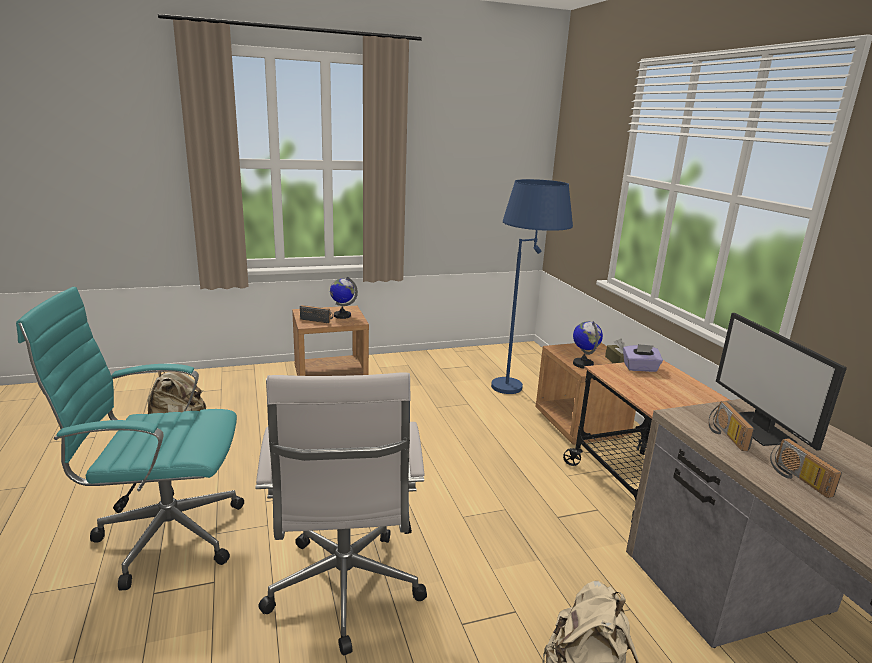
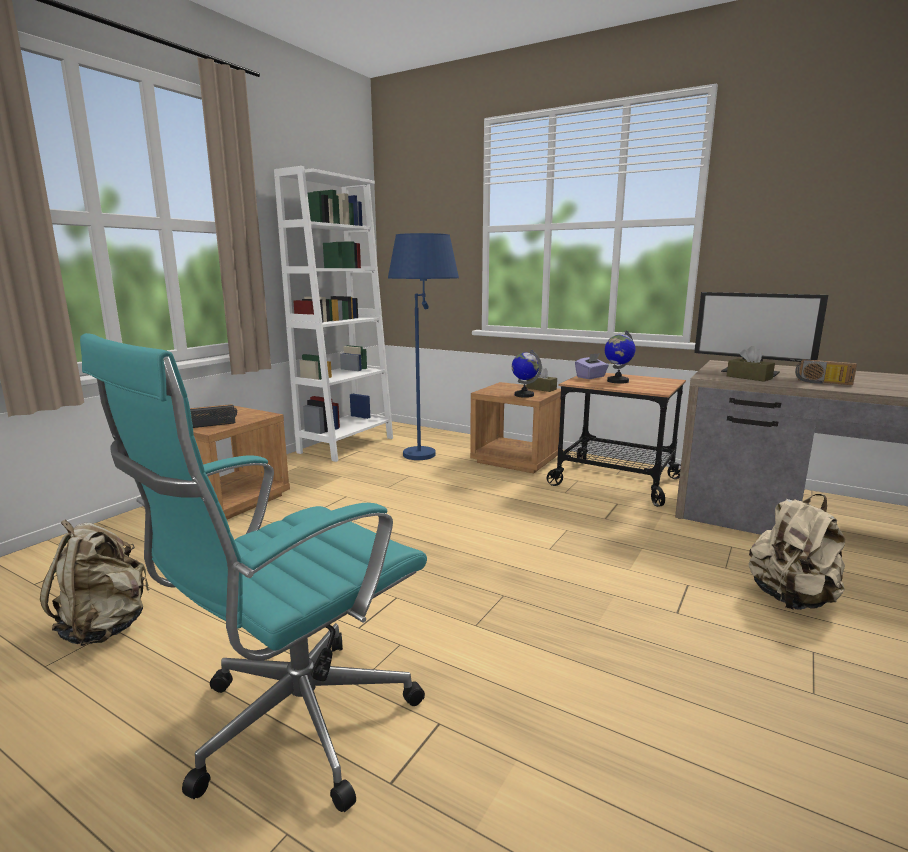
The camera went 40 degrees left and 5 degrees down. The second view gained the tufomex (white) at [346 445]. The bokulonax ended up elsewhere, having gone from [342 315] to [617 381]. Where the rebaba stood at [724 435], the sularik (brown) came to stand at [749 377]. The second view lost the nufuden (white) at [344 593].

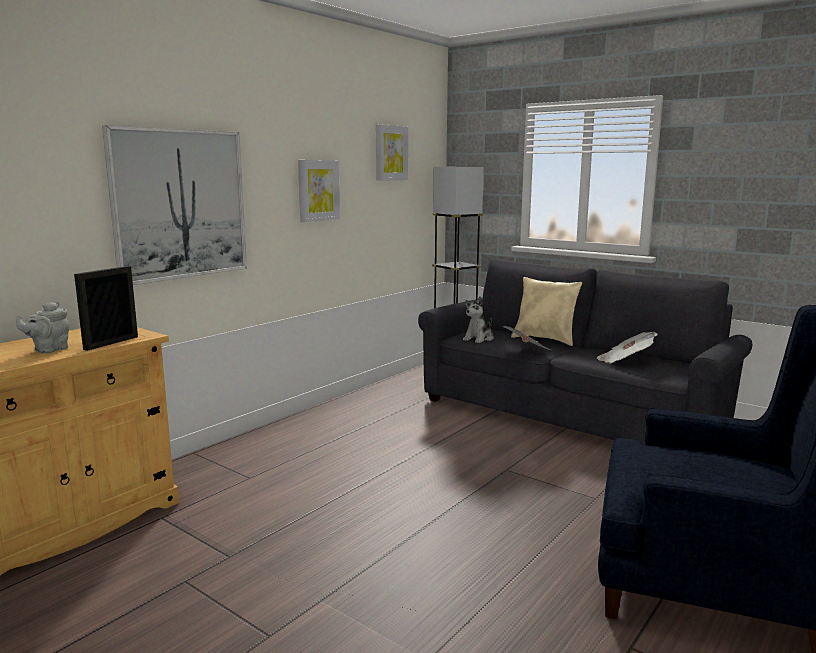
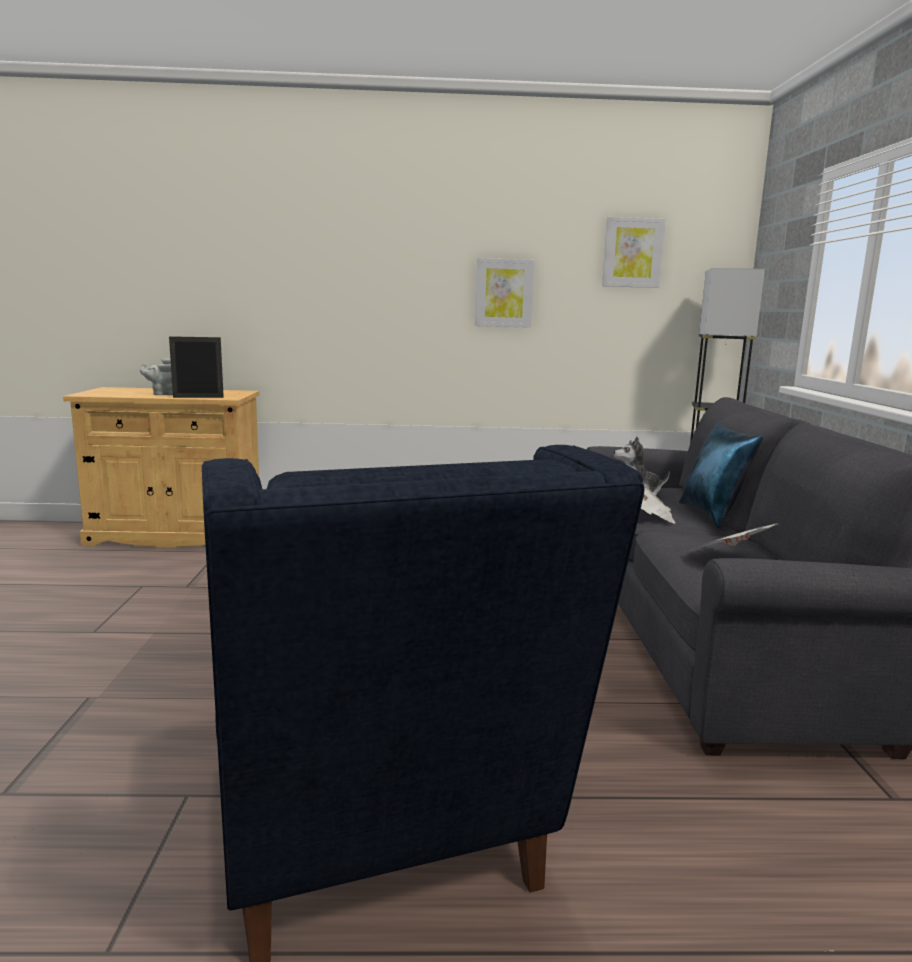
The camera went 50 degrees right and 0 degrees up. What was the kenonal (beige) at [545 339] turned into the kenonal (blue) at [713 515]. The second view lost the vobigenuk at [180 204].

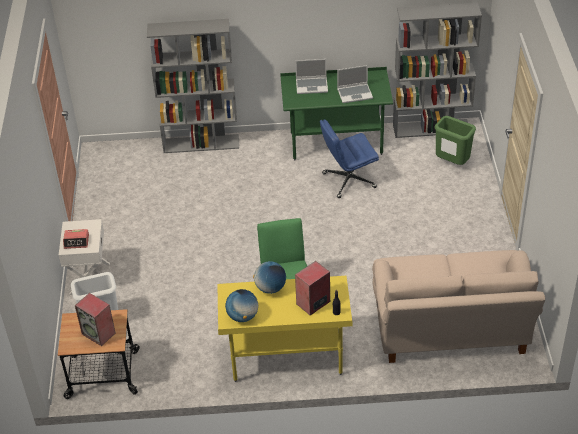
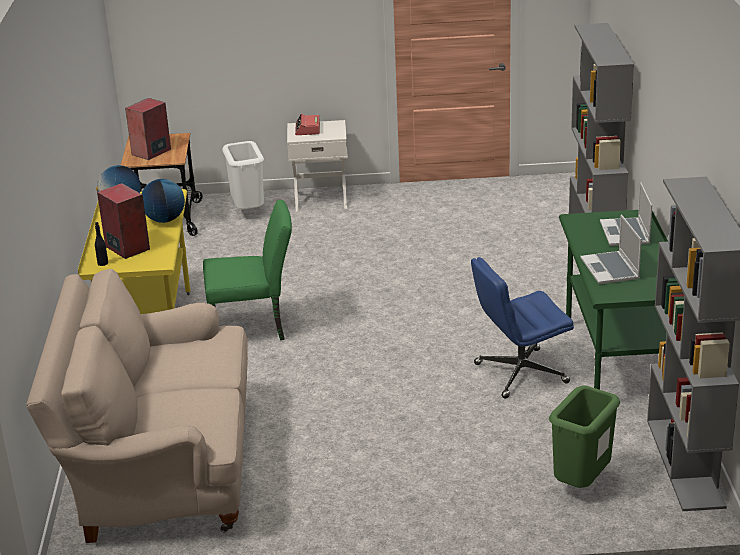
The camera went 90 degrees right and 15 degrees down. The nufuden (blue) at [348 181] ended up facing another way, 90 degrees counterclockwise from before.

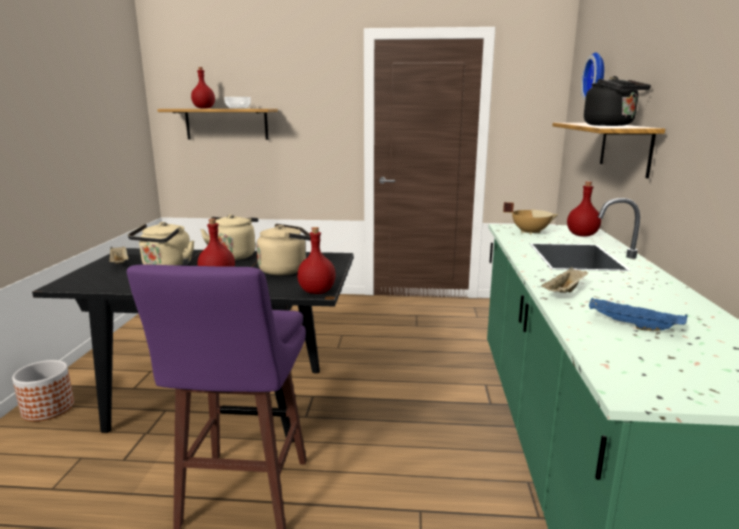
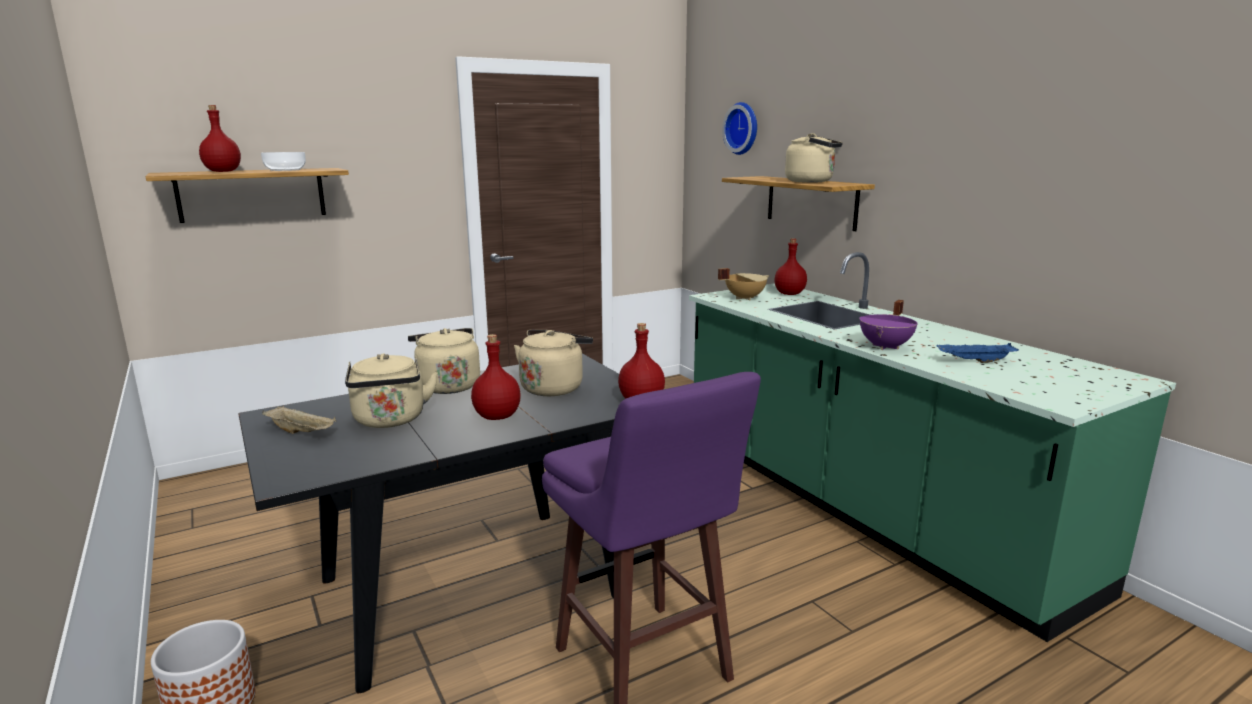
The camera went 35 degrees left and 0 degrees up. What was the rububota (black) at [611 125] turned into the rububota (beige) at [812 181]. Where the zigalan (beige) stood at [564 292], the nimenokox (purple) came to stand at [886 347].

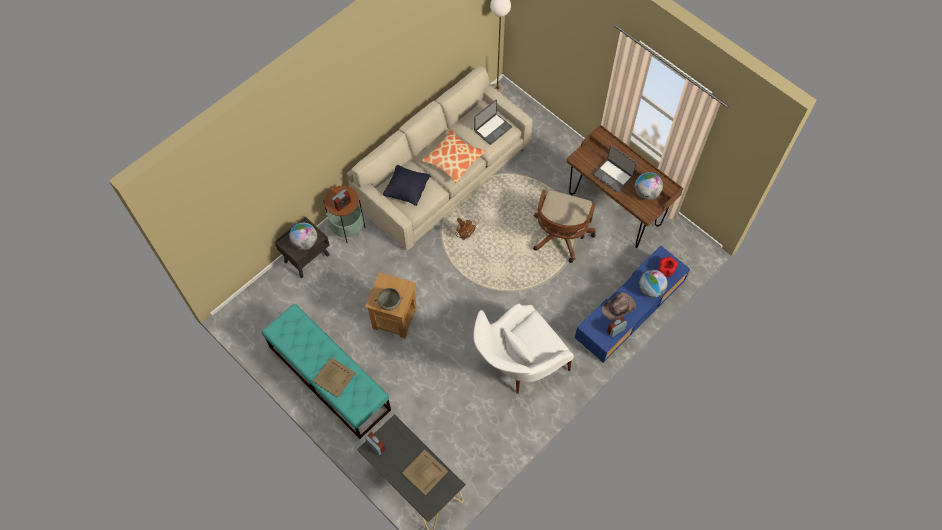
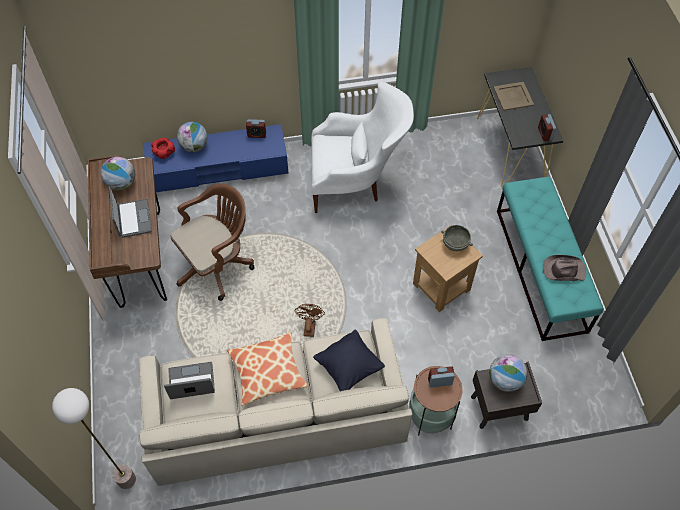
The camera went 145 degrees left and 5 degrees down. The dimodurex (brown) ended up elsewhere, having gone from [619 307] to [563 270]. The second view lost the zigalan (beige) at [334 377].

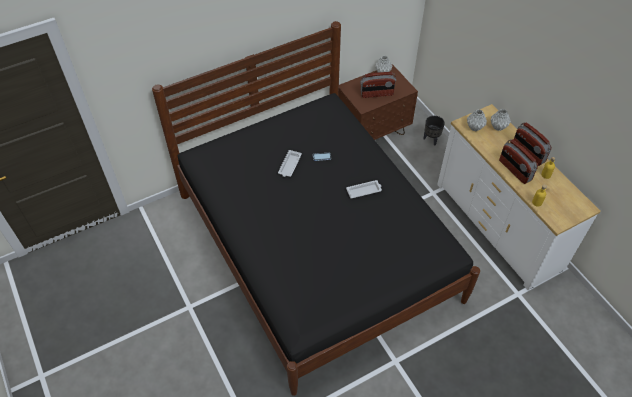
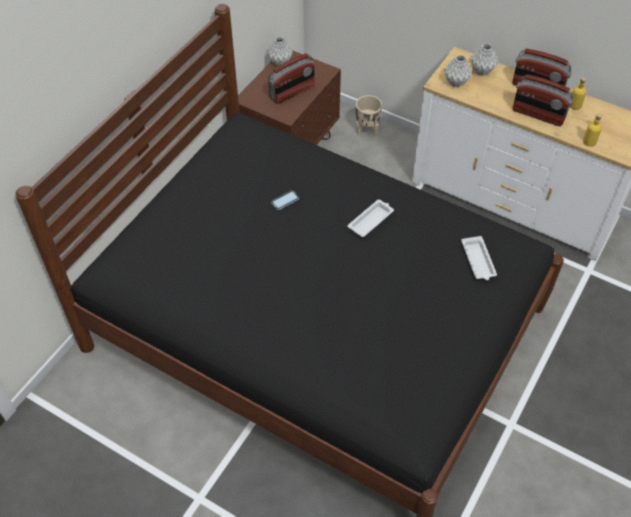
The camera went 30 degrees left and 0 degrees up. What was the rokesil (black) at [431 139] turned into the rokesil (beige) at [367 130]. The zigalan (white) ended up elsewhere, having gone from [289 165] to [478 261].

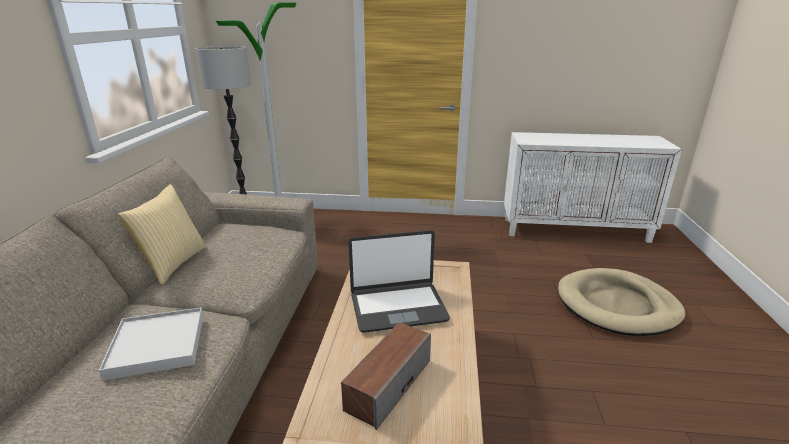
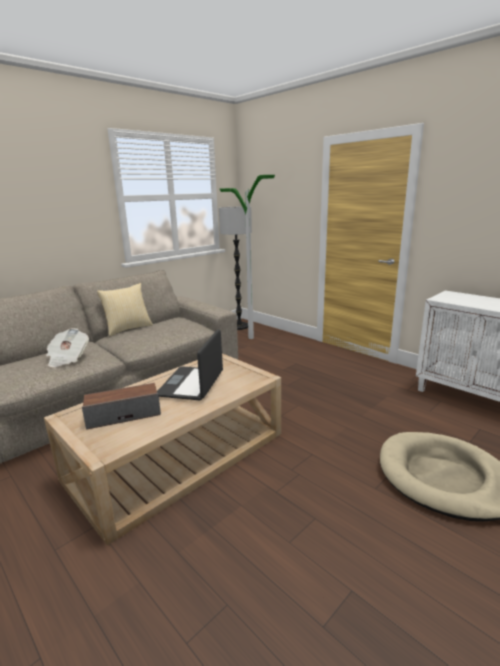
The camera went 40 degrees right and 5 degrees down. Where the zigalan (white) stood at [158 345], the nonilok came to stand at [68 358]. The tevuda at [398 307] ended up facing another way, 75 degrees clockwise from before.

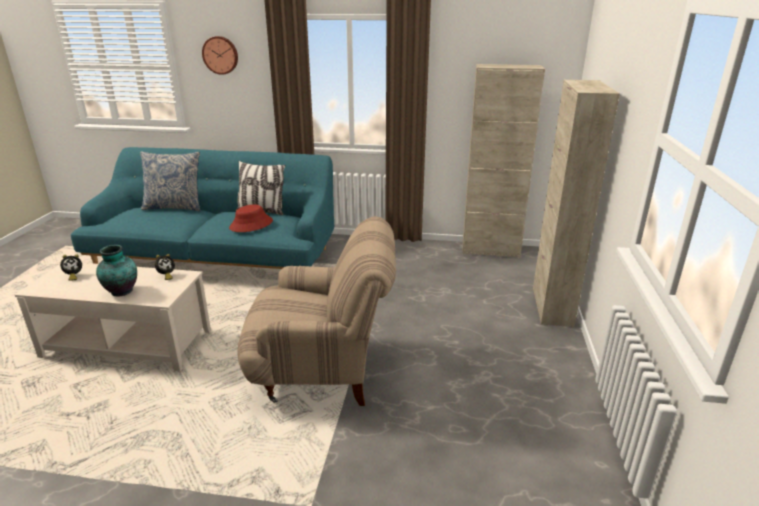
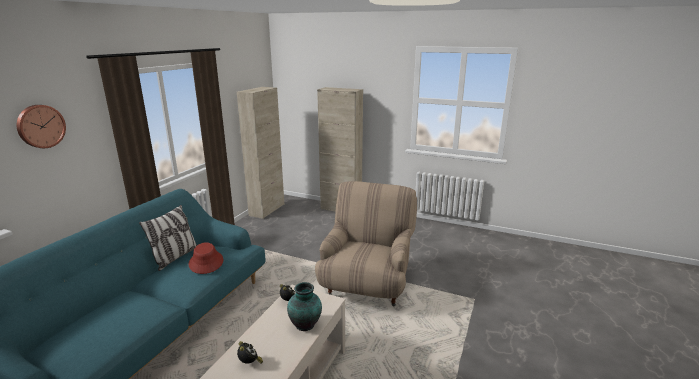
The camera went 75 degrees left and 5 degrees down. The second view lost the kenonal at [175 207].

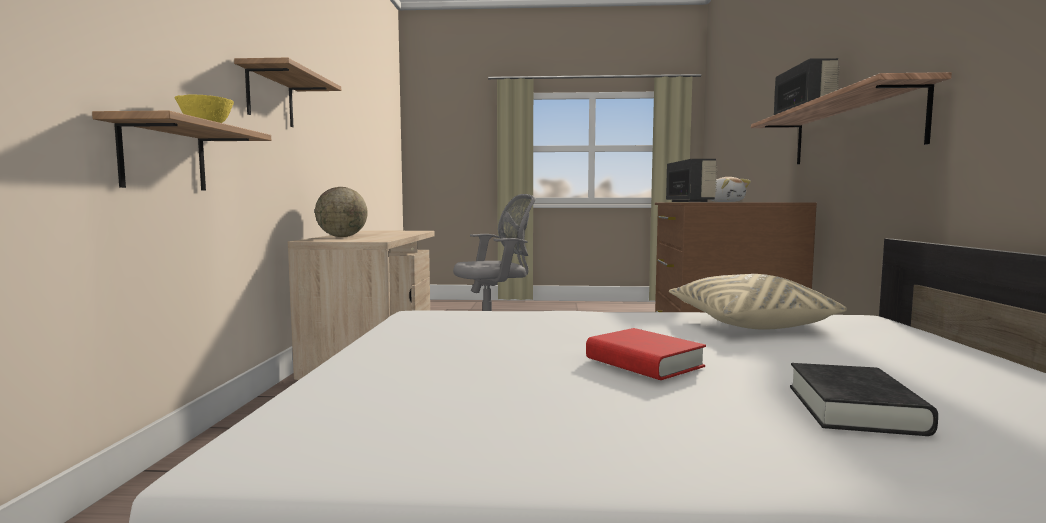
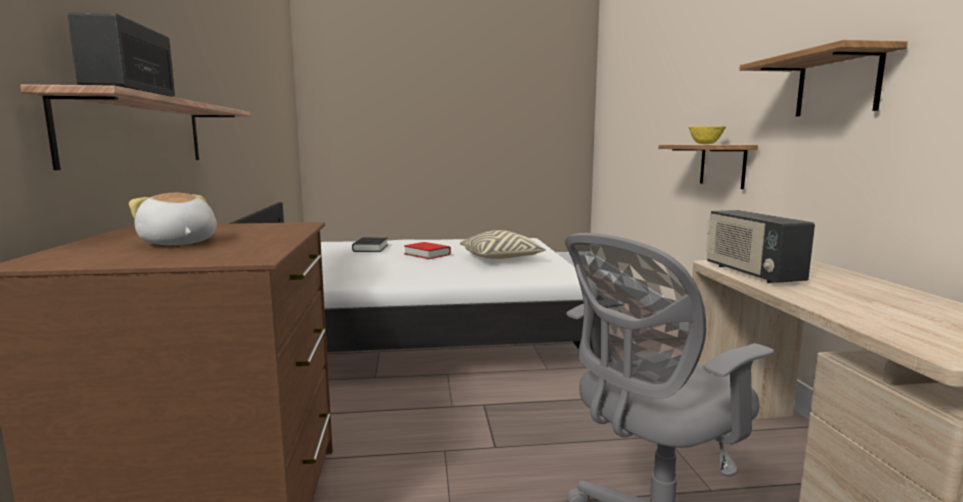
The camera went 170 degrees right and 5 degrees up. The kenonal (beige) ended up elsewhere, having gone from [748 323] to [501 259]. The rebaba ended up elsewhere, having gone from [689 202] to [751 273]. The second view lost the bokulonax at [342 236].

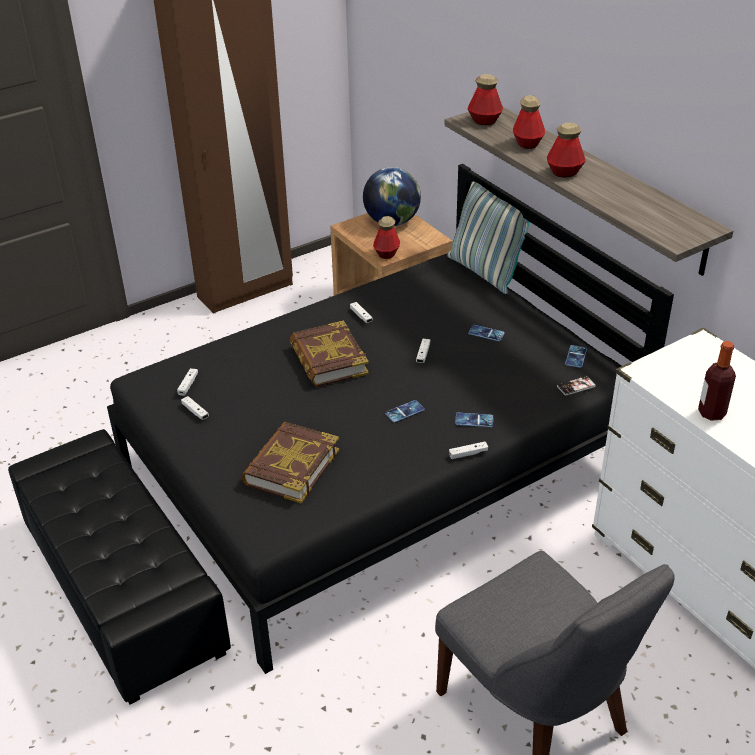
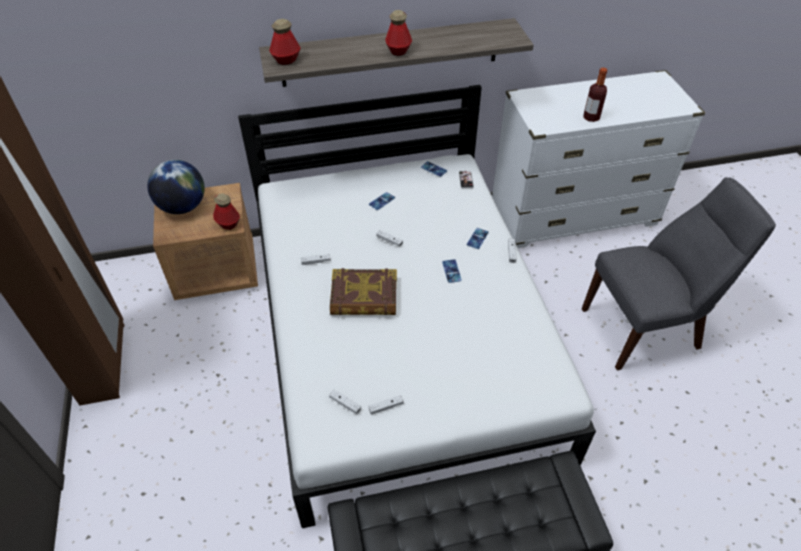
The camera went 70 degrees left and 10 degrees up. What was the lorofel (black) at [379 469] turned into the lorofel (white) at [401 337]. The second view lost the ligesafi at [291 467]. The second view lost the kenonal at [484 272]. The second view lost the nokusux at [527 143].

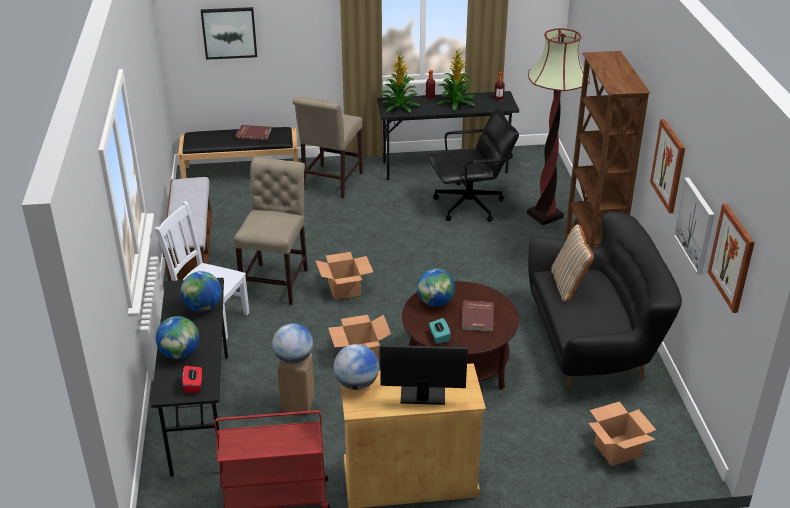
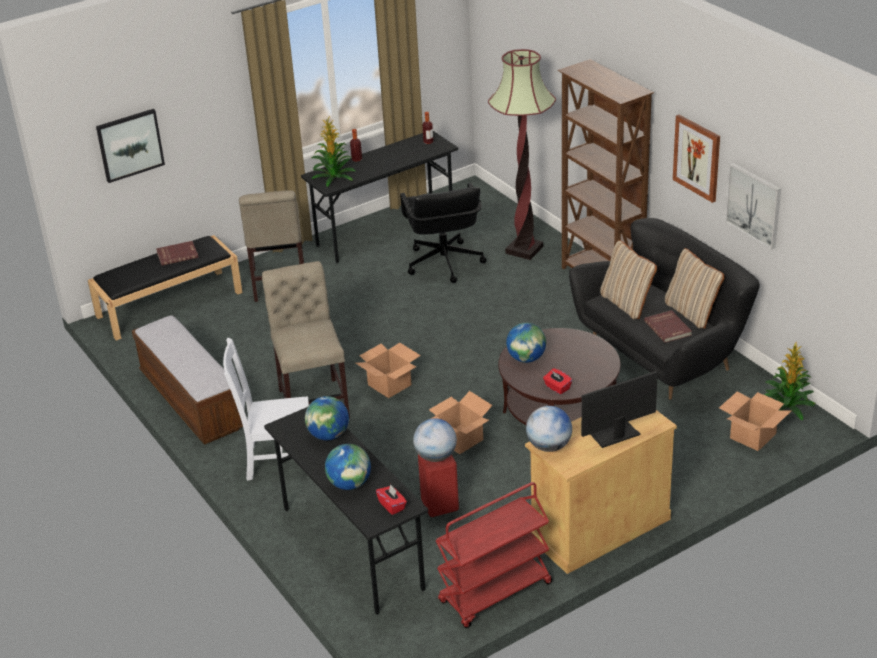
The camera went 25 degrees left and 0 degrees up. The nufuden (black) at [470 206] ended up facing another way, 120 degrees clockwise from before. What was the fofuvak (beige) at [298 404] turned into the fofuvak (red) at [441 505]. What was the sularik (turquoise) at [439 337] turned into the sularik (red) at [557 388]. The ligesafi (red) ended up elsewhere, having gone from [478 317] to [668 328]. The second view gained the kenonal (beige) at [692 313]. The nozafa ended up elsewhere, having gone from [456 103] to [788 407]. The second view lost the vobigenuk at [732 257].

